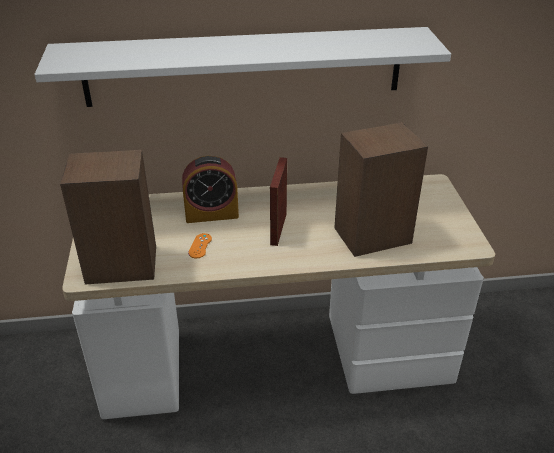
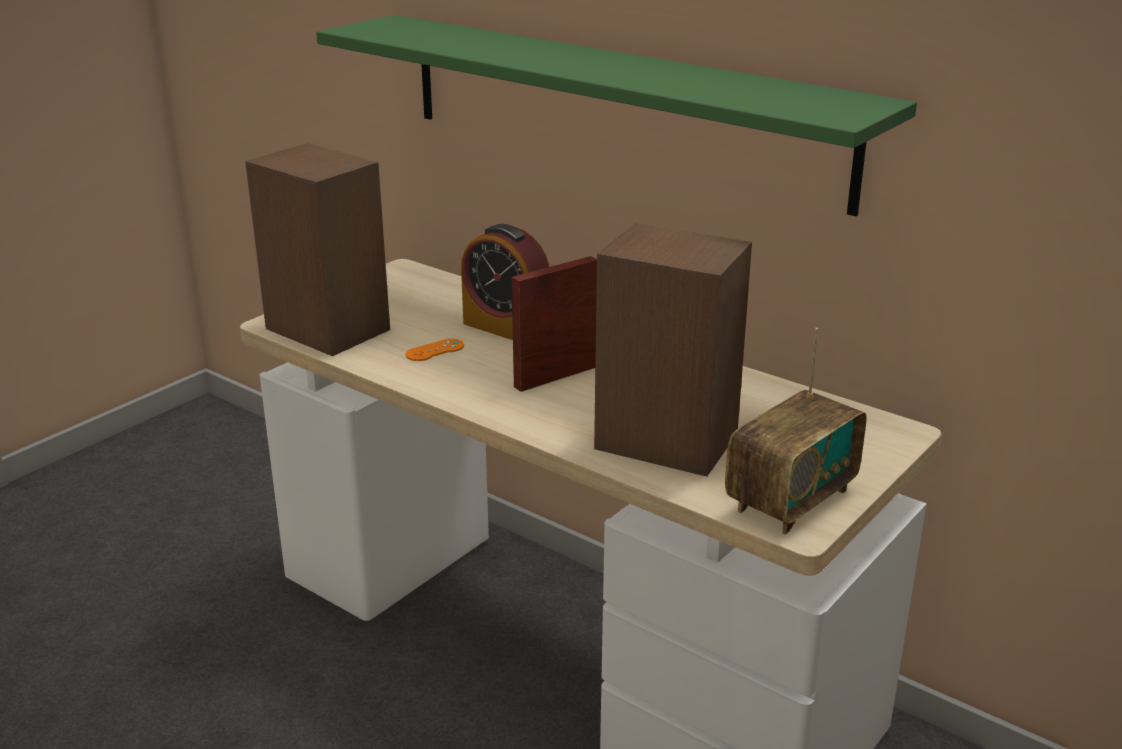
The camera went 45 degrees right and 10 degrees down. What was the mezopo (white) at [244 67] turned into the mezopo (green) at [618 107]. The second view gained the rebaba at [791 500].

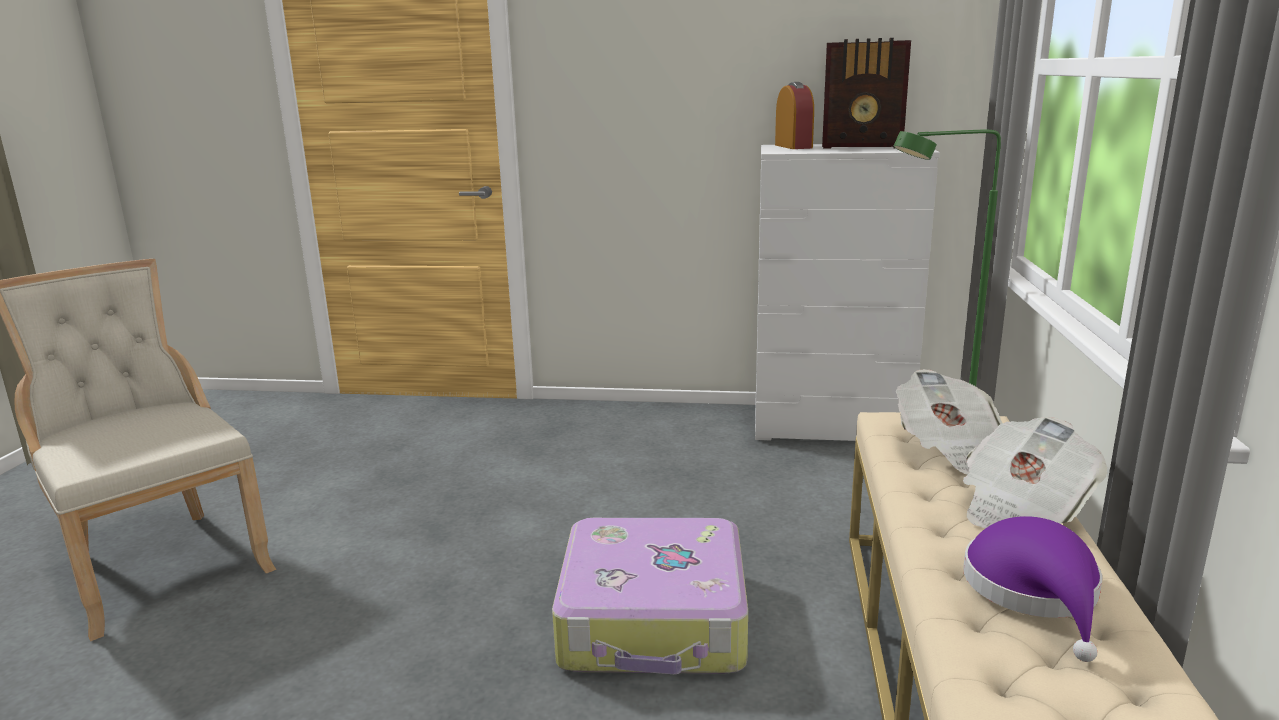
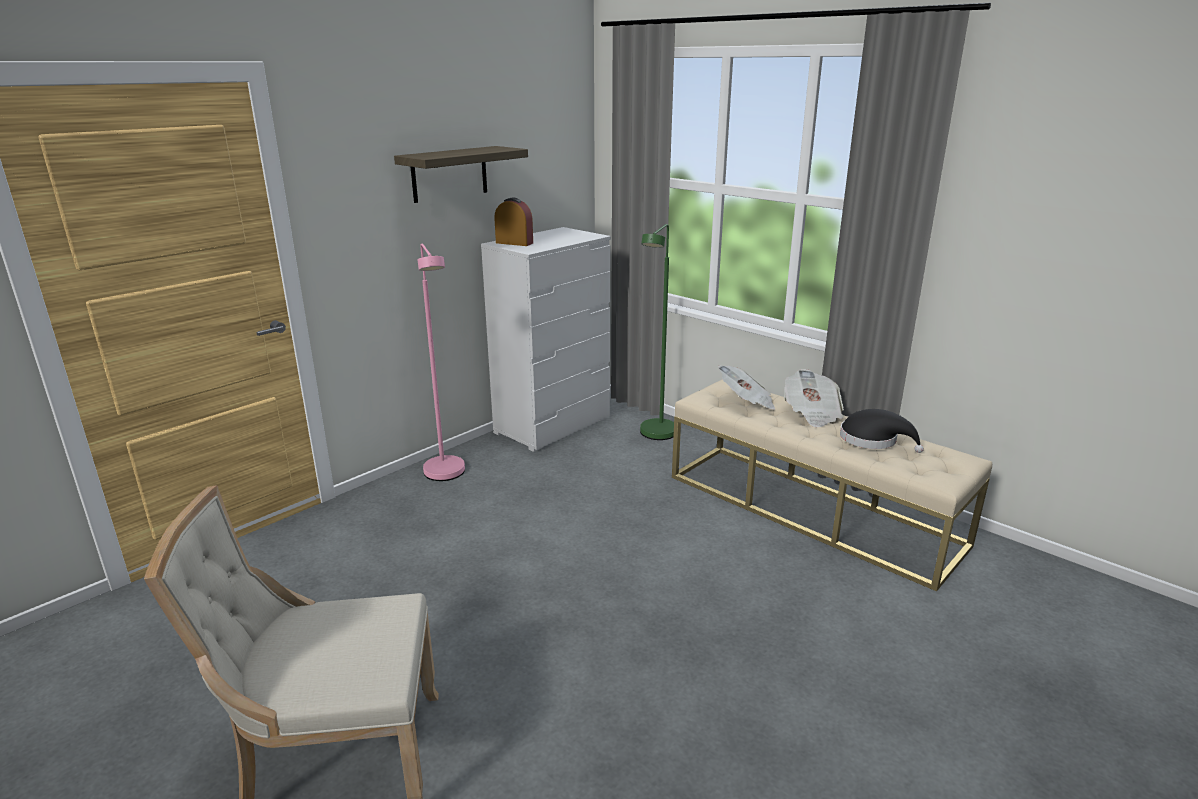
The camera went 55 degrees left and 5 degrees up. The second view gained the mezopo at [449 174]. The second view gained the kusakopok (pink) at [446 476]. What was the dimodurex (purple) at [1035 592] turned into the dimodurex (black) at [873 440]. The second view lost the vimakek at [654 620]. The second view lost the rebaba at [864 146].

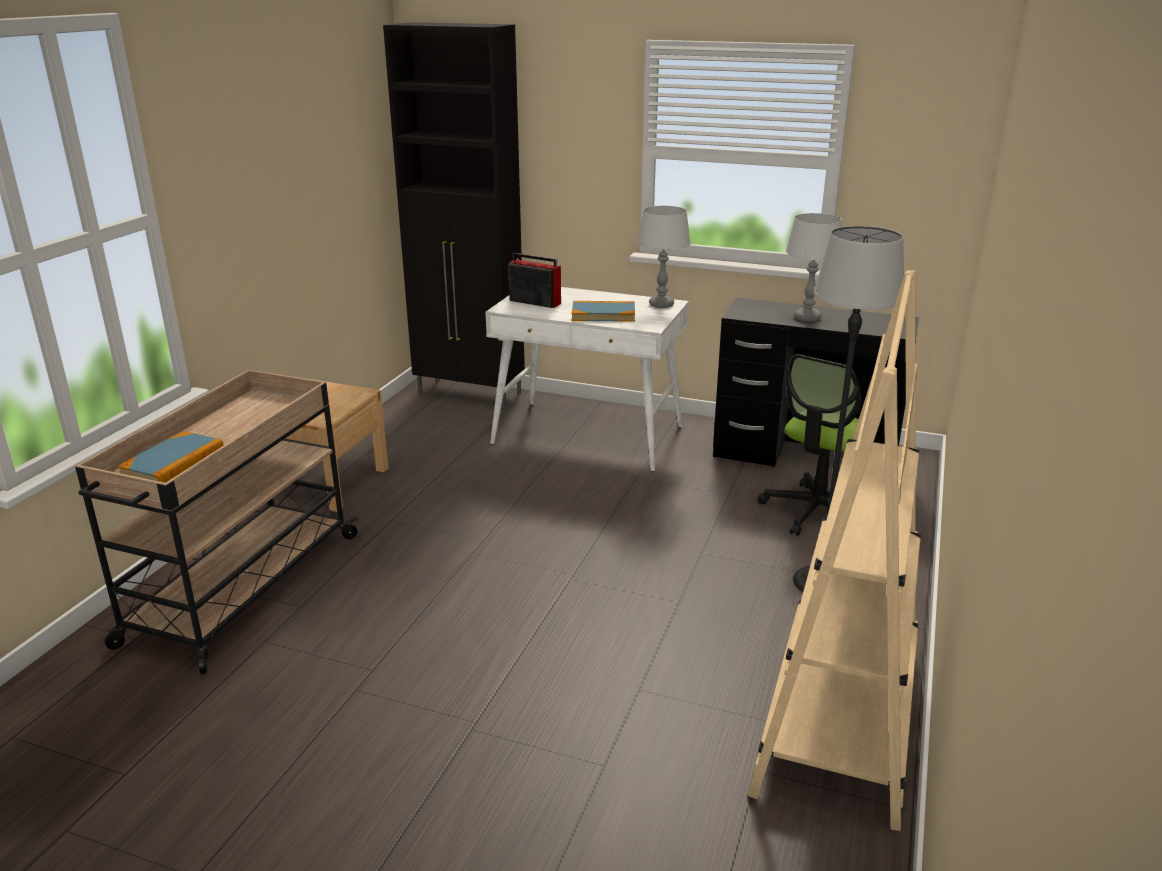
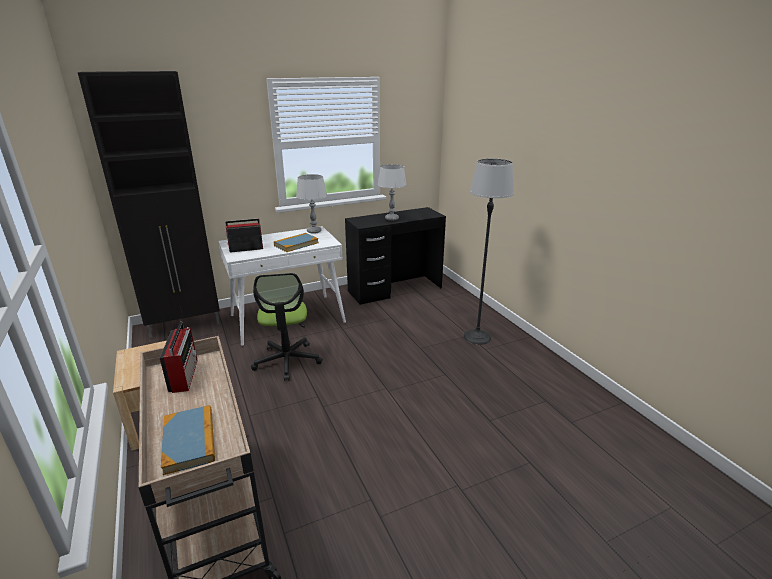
The camera went 45 degrees left and 0 degrees up. The second view gained the rebaba at [184 375]. The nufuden ended up elsewhere, having gone from [816 511] to [287 361]. The second view lost the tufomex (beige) at [838 718].

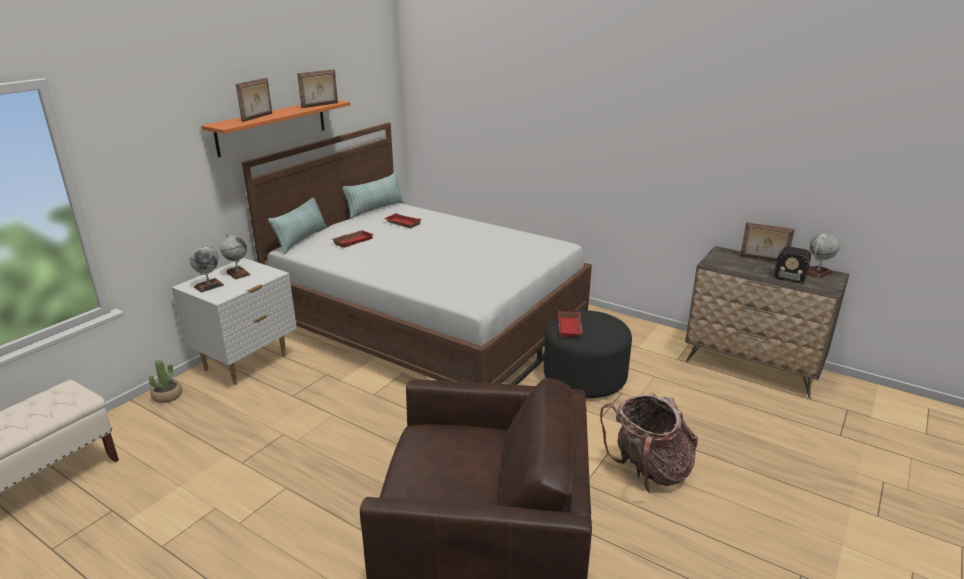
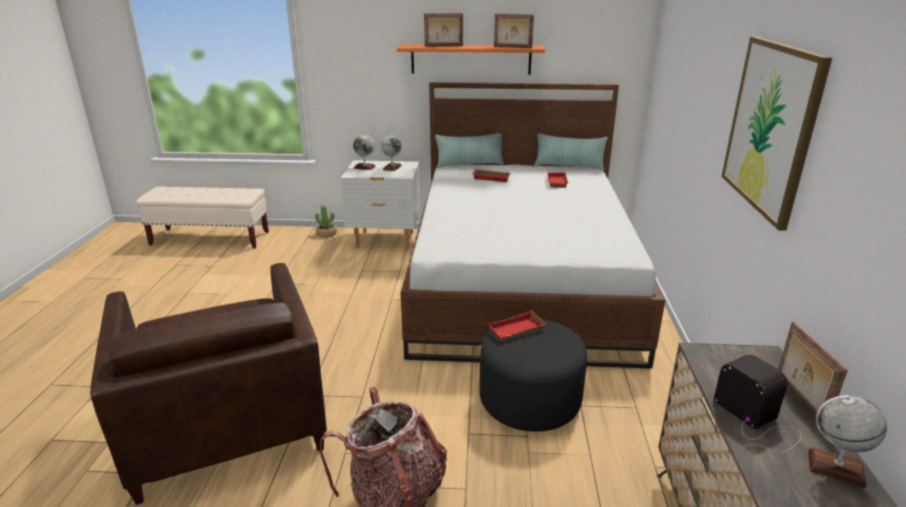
The camera went 60 degrees right and 0 degrees up. The rebaba at [778 274] ended up facing another way, 150 degrees clockwise from before. The second view gained the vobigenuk at [771 127].

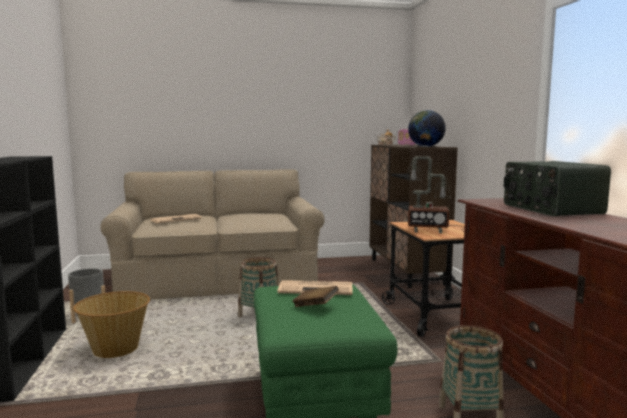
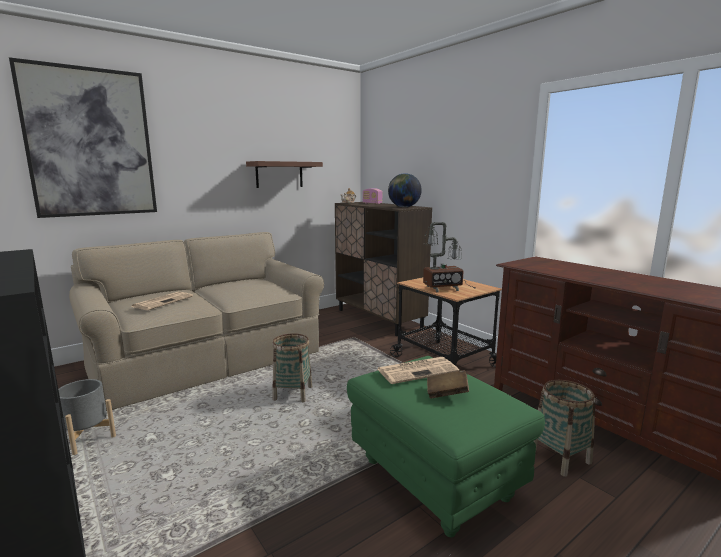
The camera went 25 degrees left and 5 degrees up. The second view gained the vobigenuk at [90 143]. The second view gained the mezopo at [279 174]. The second view lost the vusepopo at [115 350]. The second view lost the rebaba at [550 209].

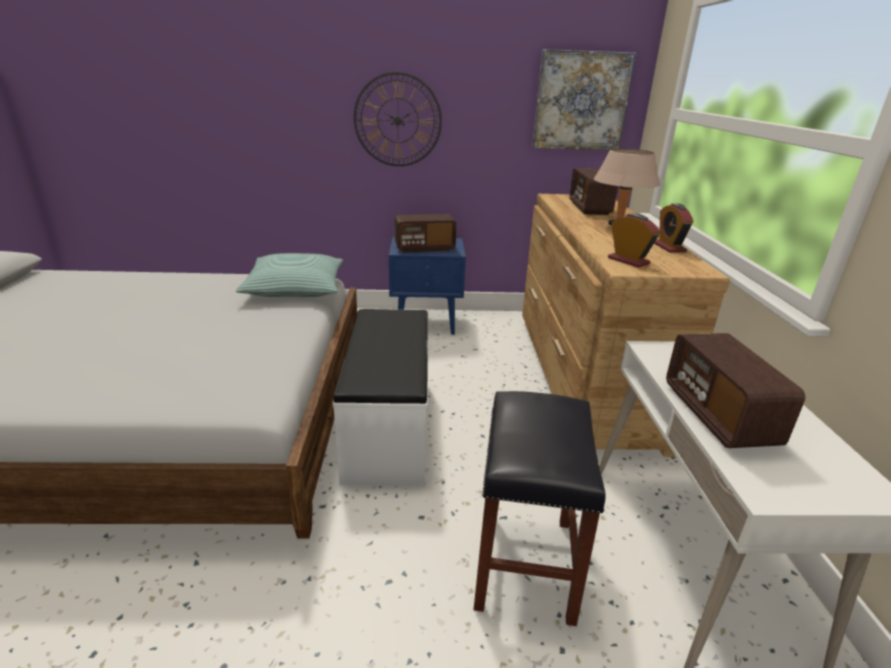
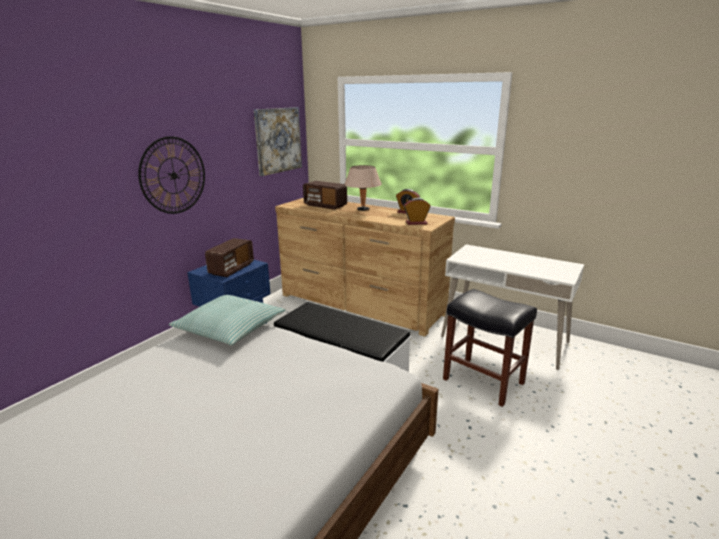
The camera went 55 degrees left and 5 degrees down. The second view lost the rebaba at [718 415].

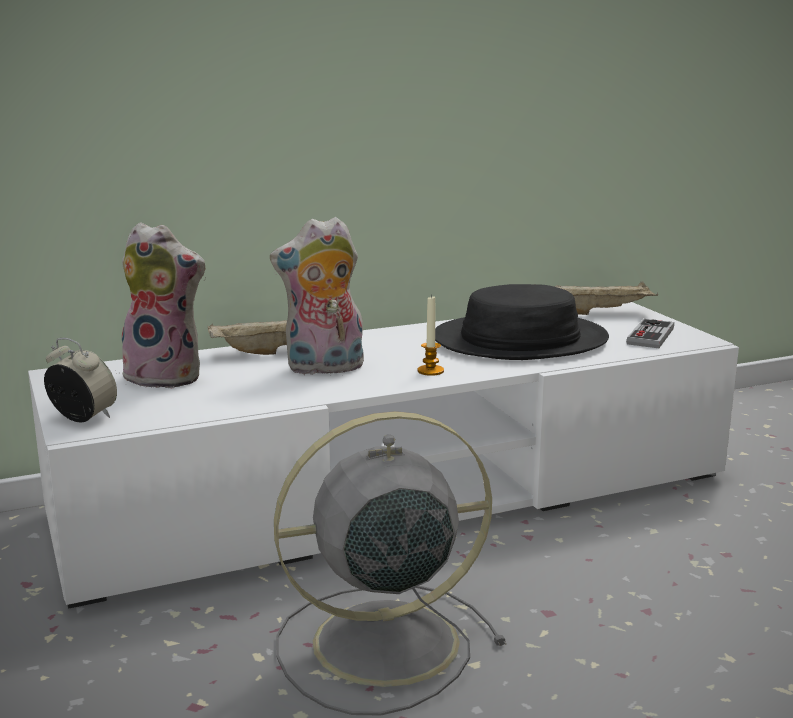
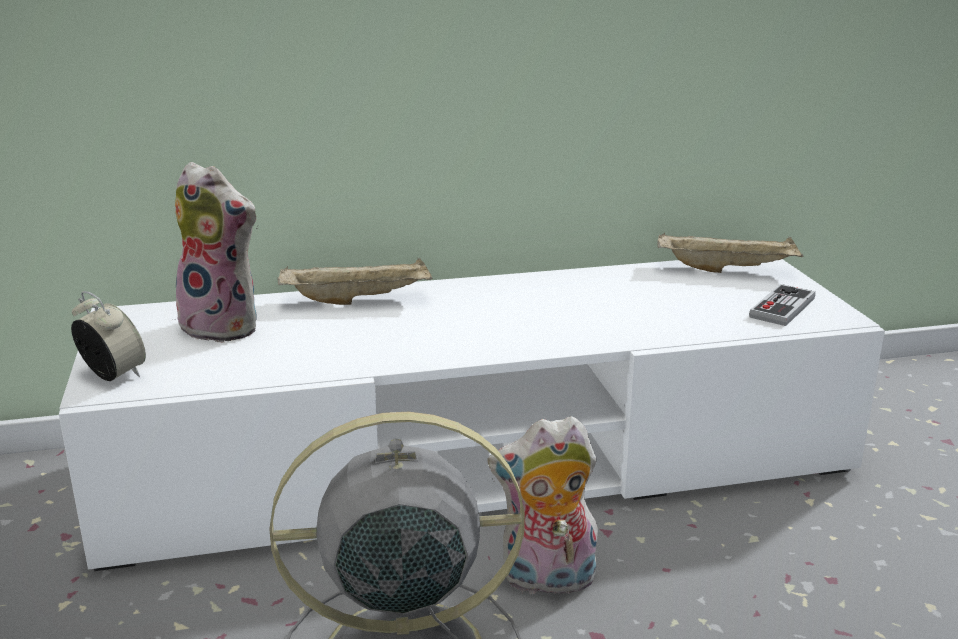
The camera went 10 degrees right and 5 degrees up. The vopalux ended up elsewhere, having gone from [324 369] to [547 581]. The second view lost the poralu at [430 371]. The second view lost the dimodurex (black) at [520 340].

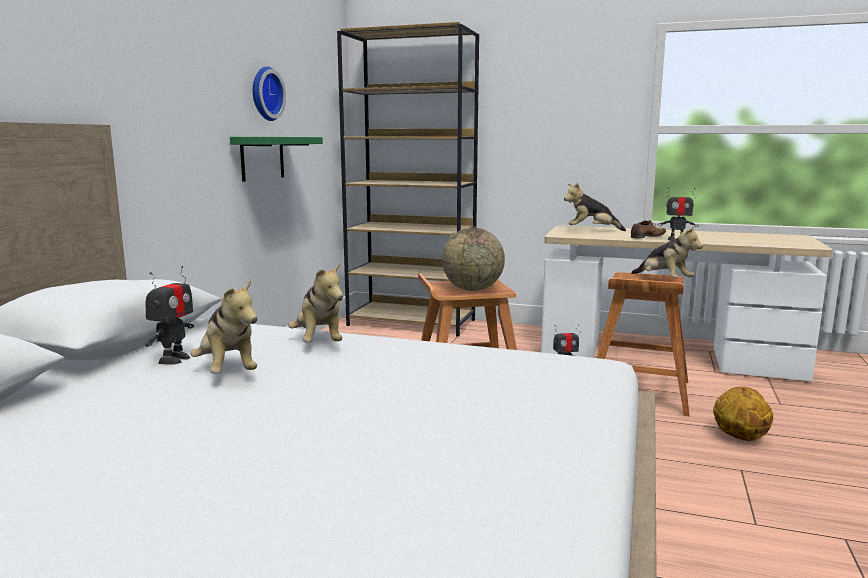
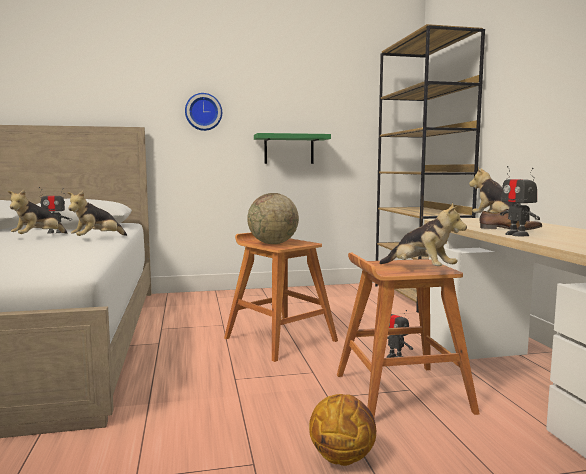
The camera went 60 degrees right and 5 degrees down. The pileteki ended up elsewhere, having gone from [264 94] to [203 112]. The vopalux at [663 280] ended up facing another way, 75 degrees counterclockwise from before.

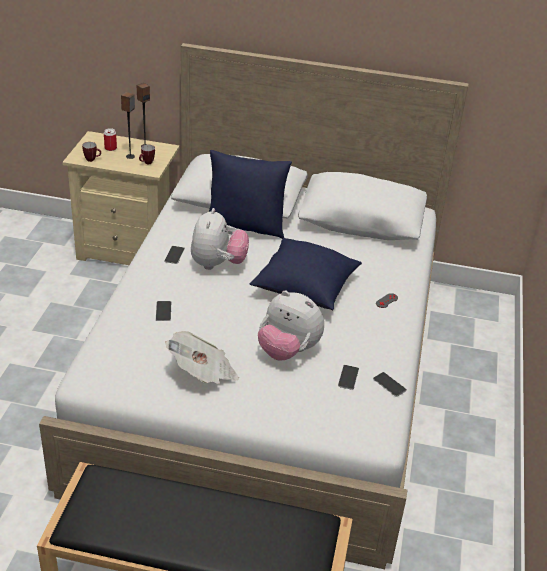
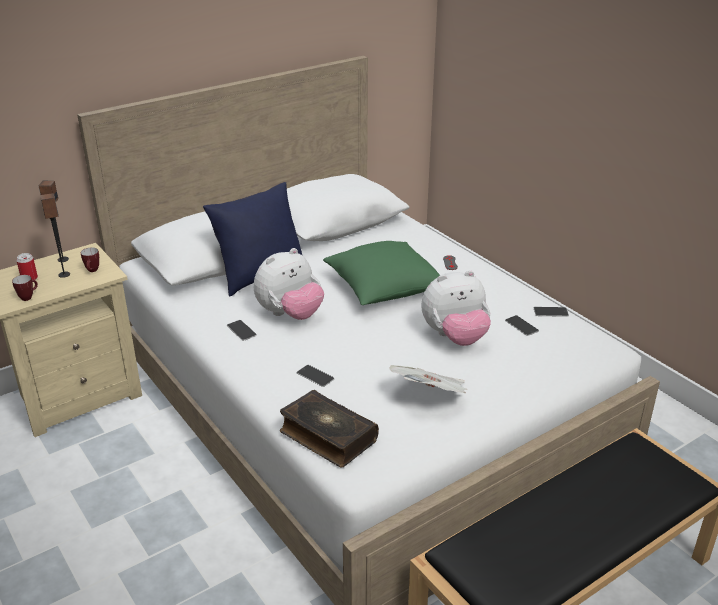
The camera went 45 degrees left and 5 degrees down. The vopalux at [218 264] ended up facing another way, 90 degrees clockwise from before. The second view gained the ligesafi at [327 436]. What was the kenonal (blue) at [304 288] turned into the kenonal (green) at [384 289].

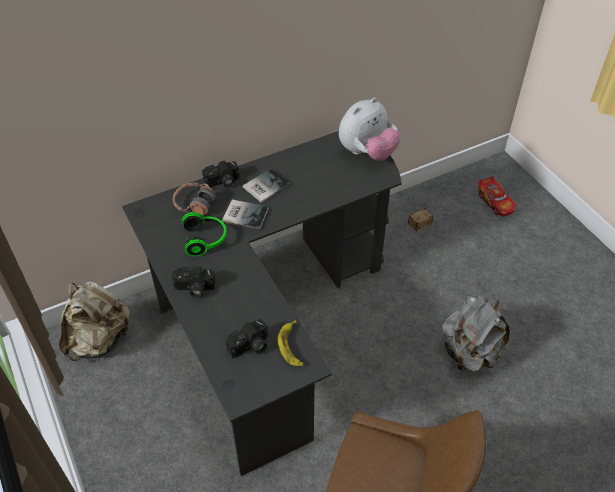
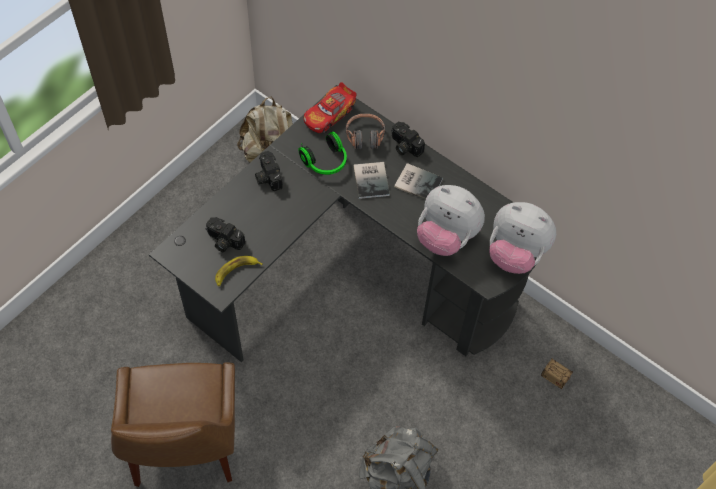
The camera went 65 degrees right and 10 degrees up. The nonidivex ended up elsewhere, having gone from [495 202] to [329 114]. The second view gained the vopalux at [446 237].

